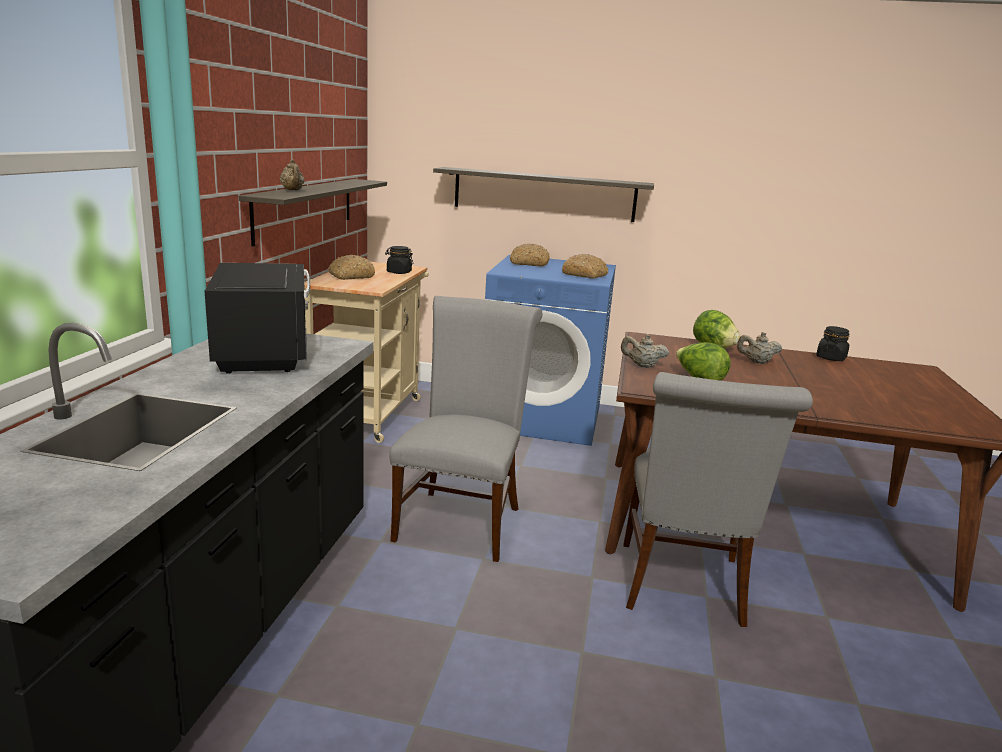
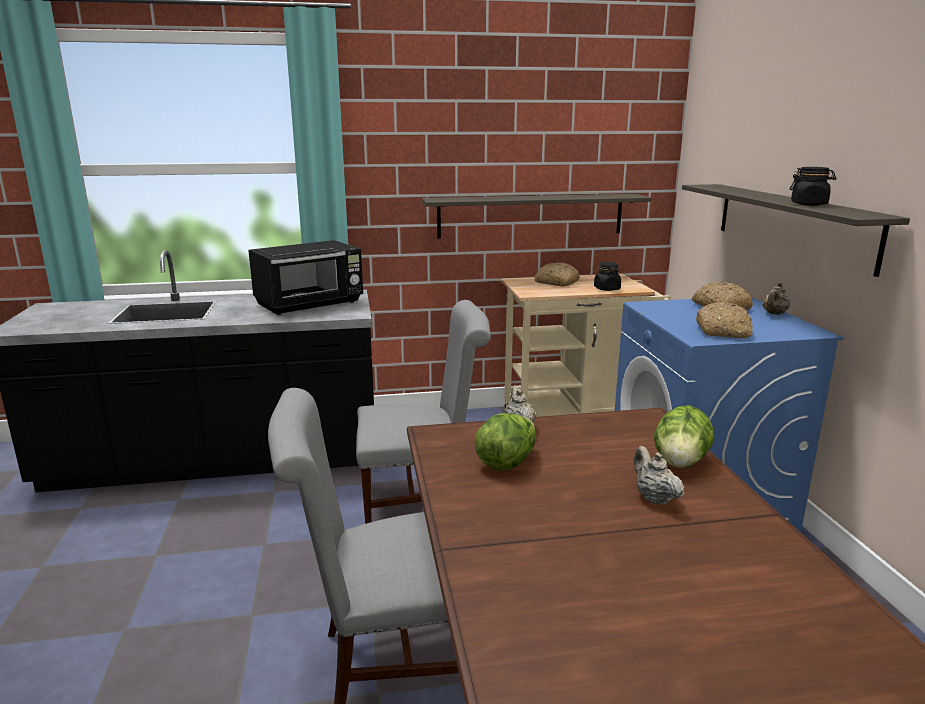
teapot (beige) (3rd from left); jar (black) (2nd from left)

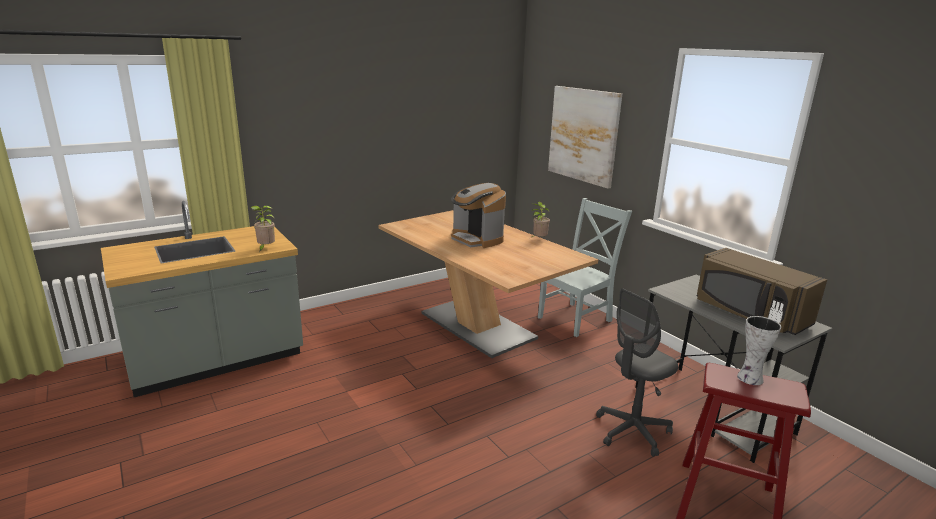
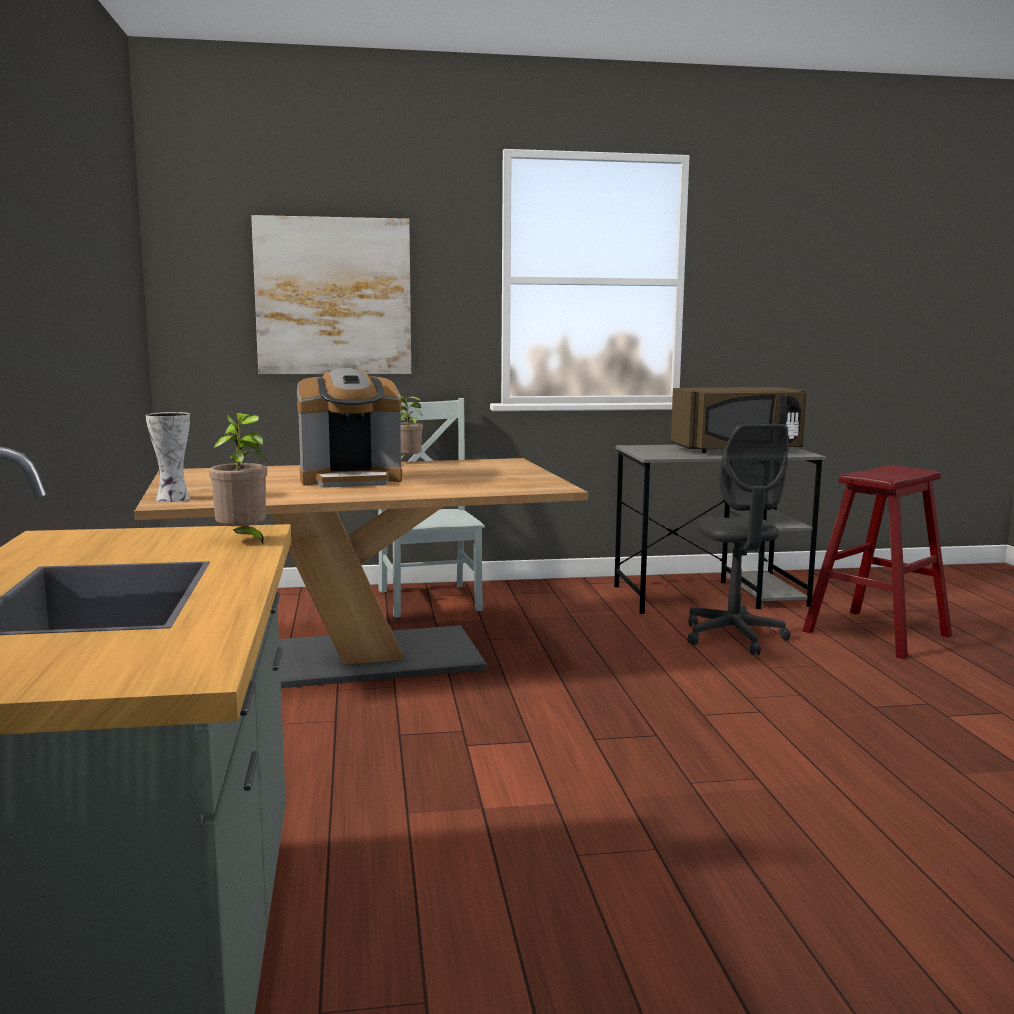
vase

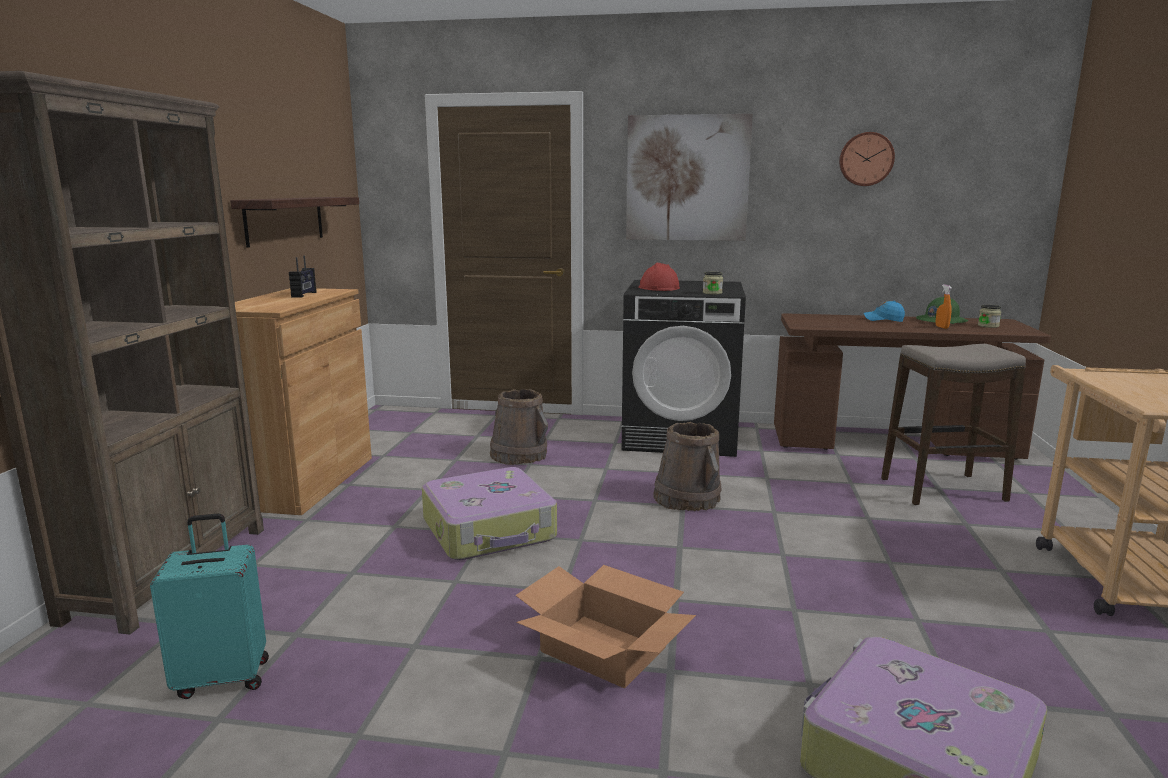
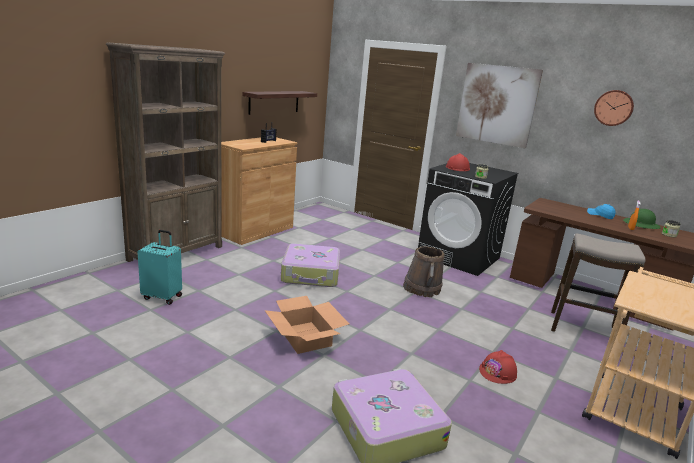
hard hat (red) (2nd from left); bucket (brown) (1st from left in the first image)

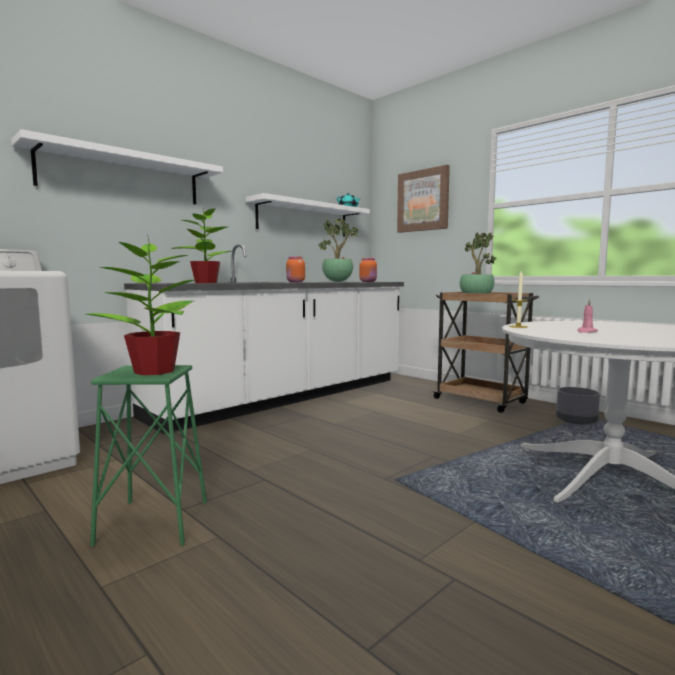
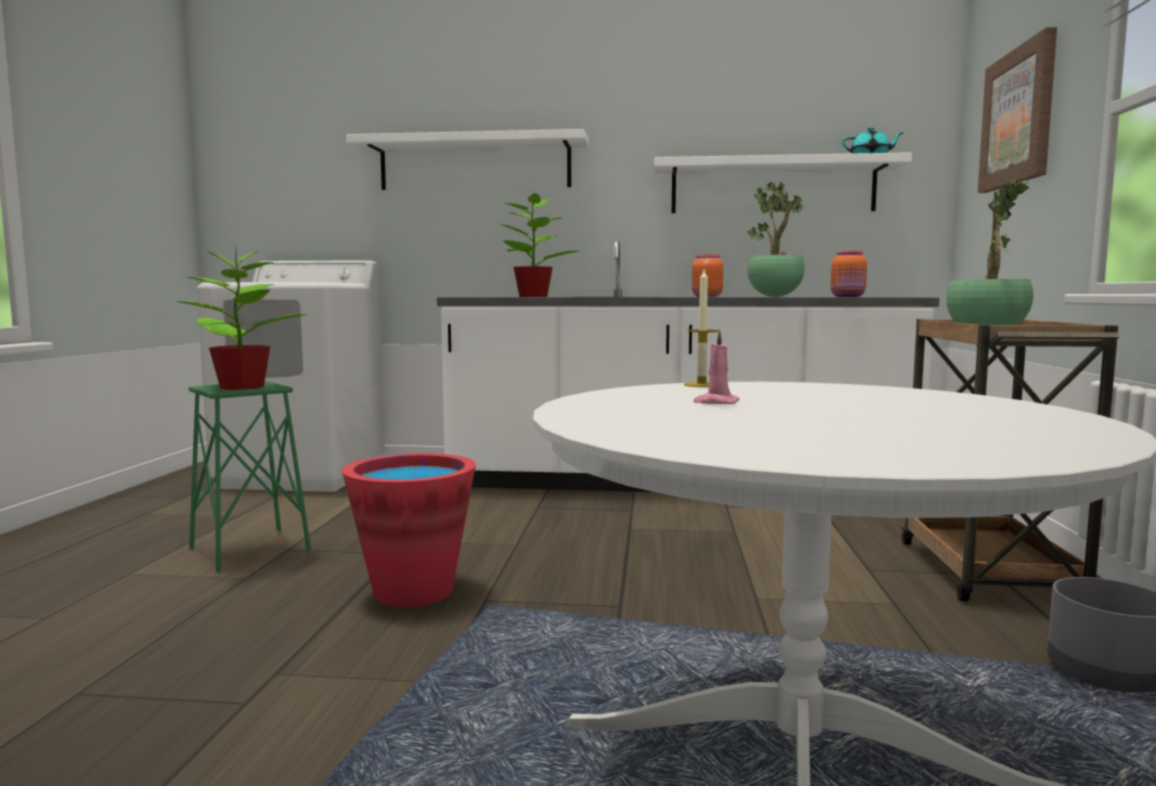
bucket (red)

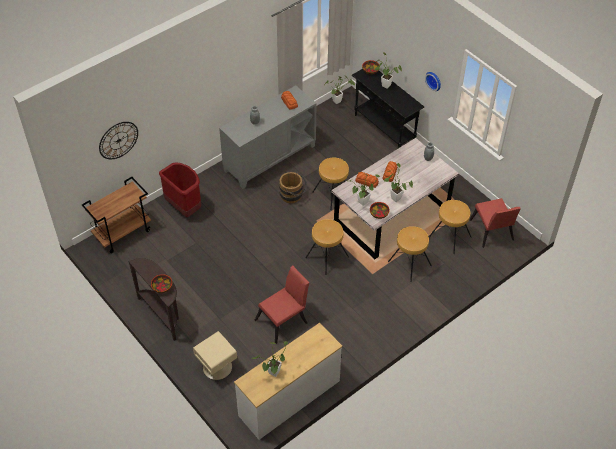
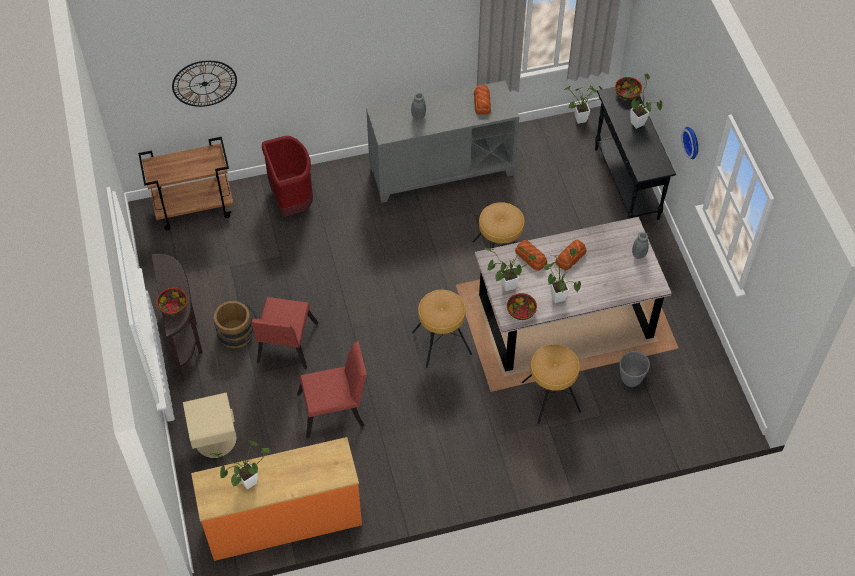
dresser (orange); bucket (brown); chair (red) (1st from left); planter (grey)

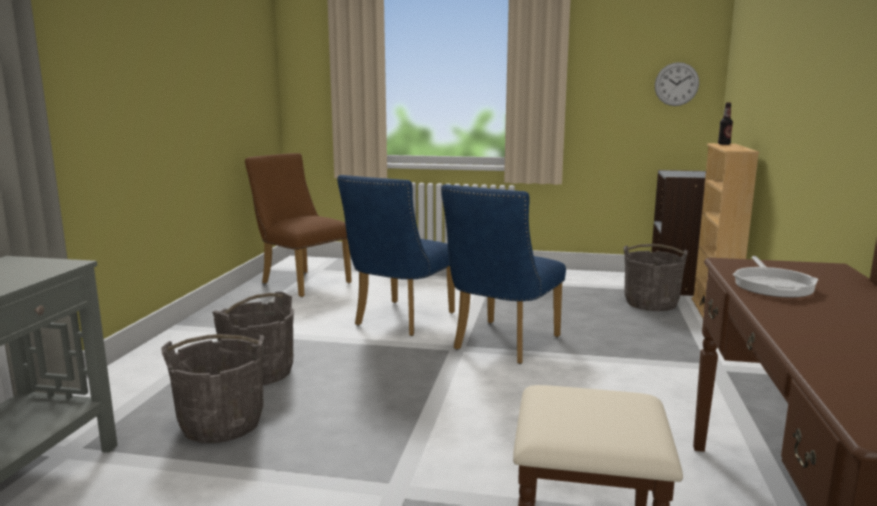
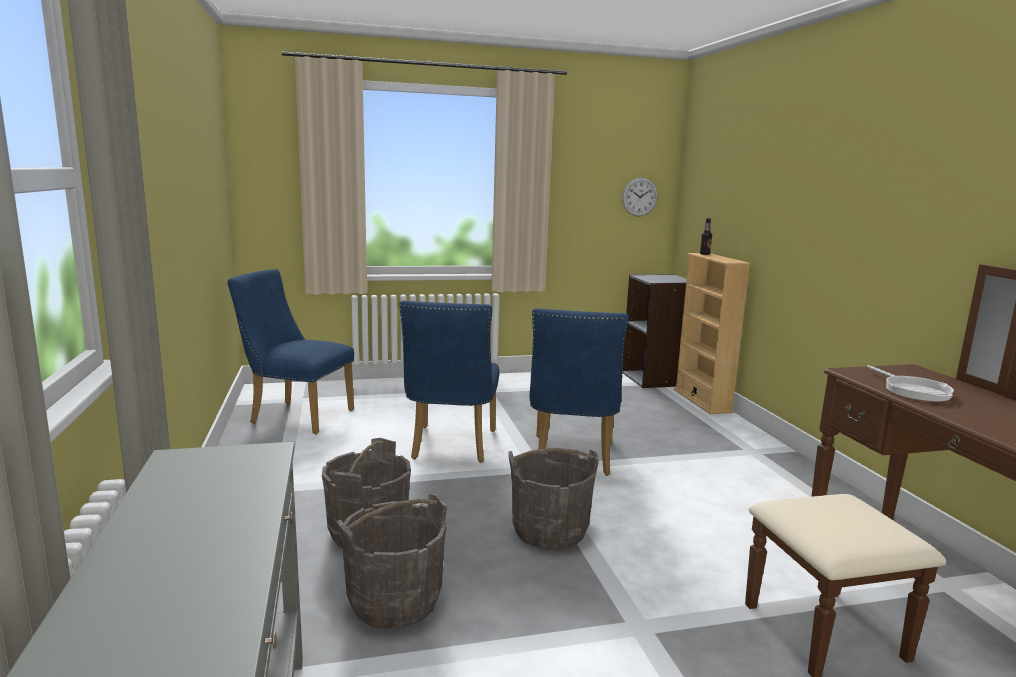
chair (blue) (1st from left); bucket (grey) (3rd from left)

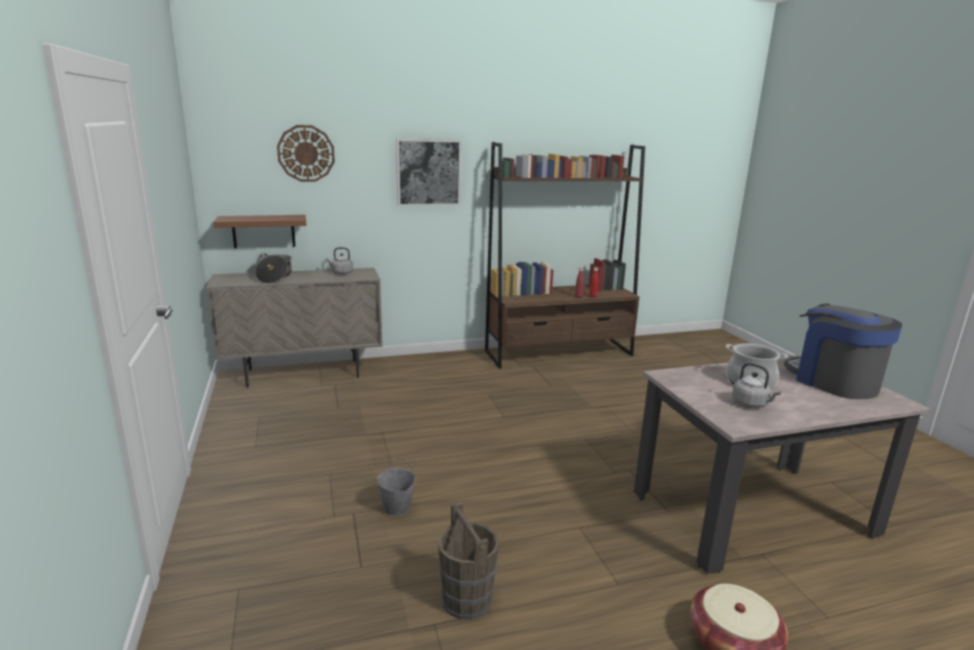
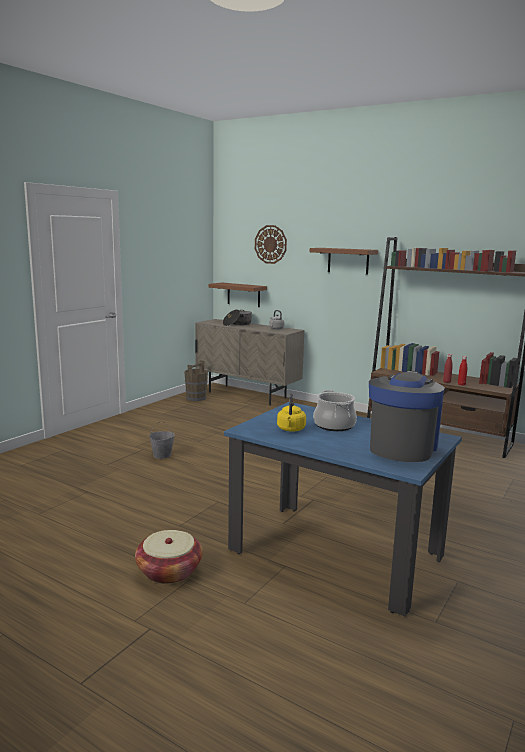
bucket (brown); dining table (blue); kettle (yellow); shelf (brown) (2nd from left)

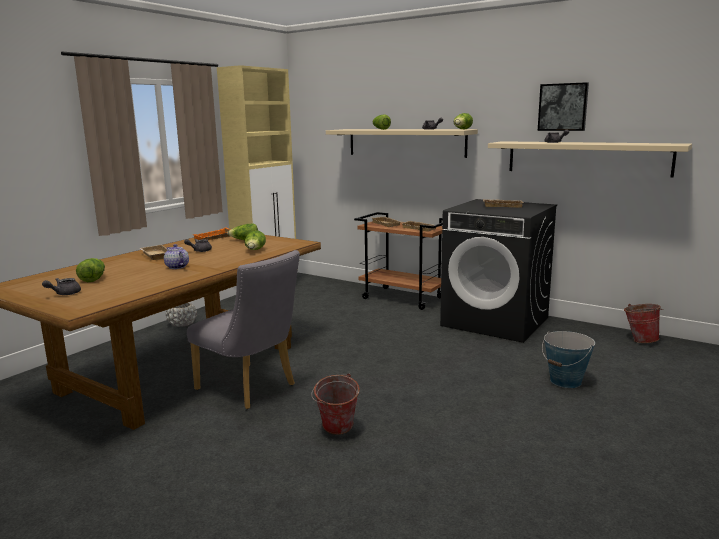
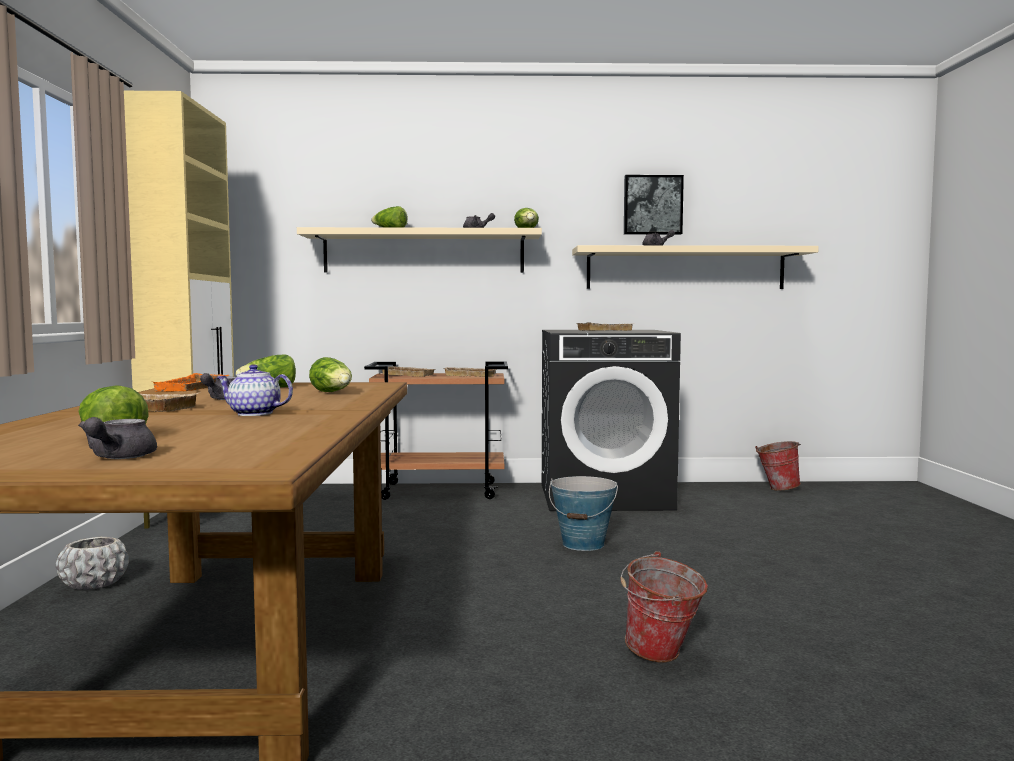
bucket (1st from left); chair (grey)

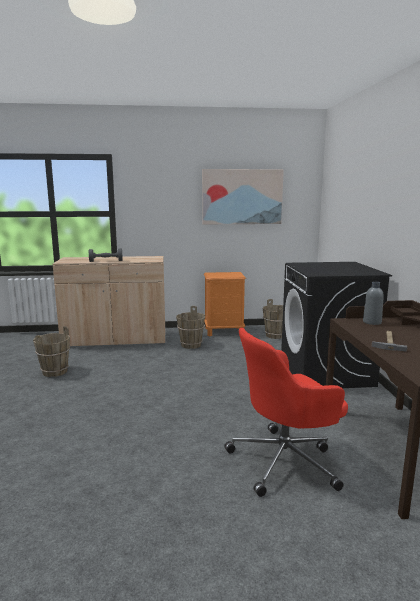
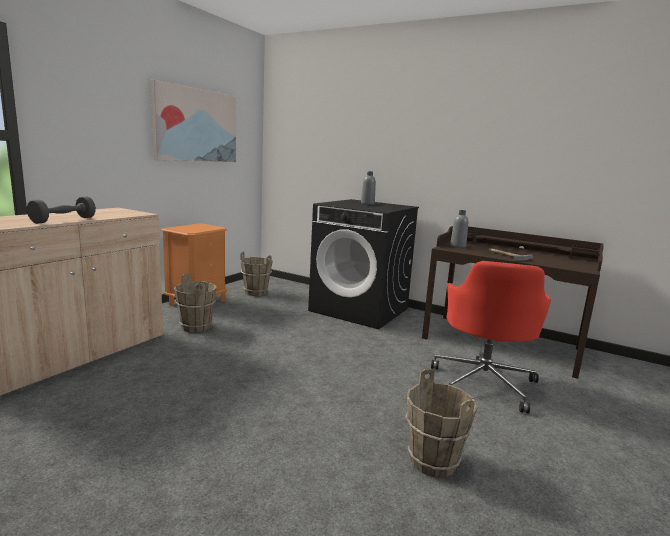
bottle (grey) (1st from left); bucket (brown) (3rd from left)

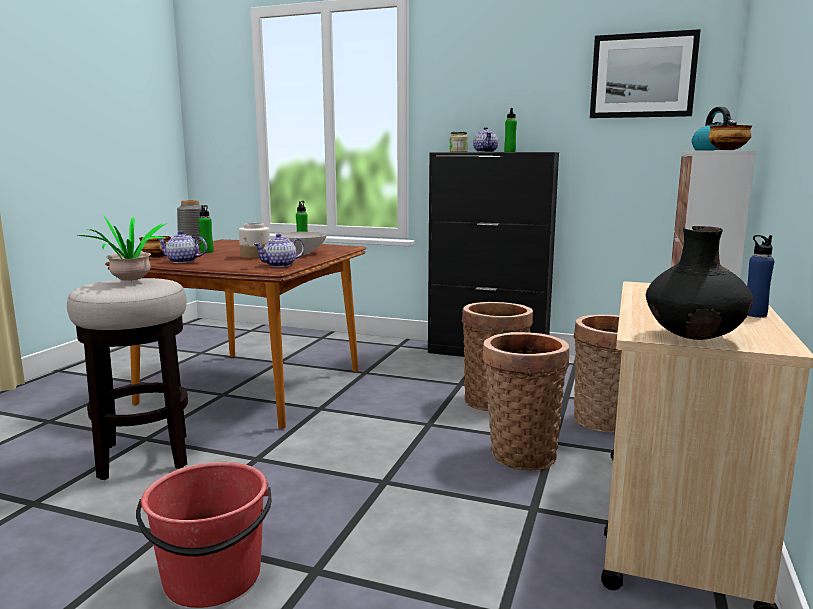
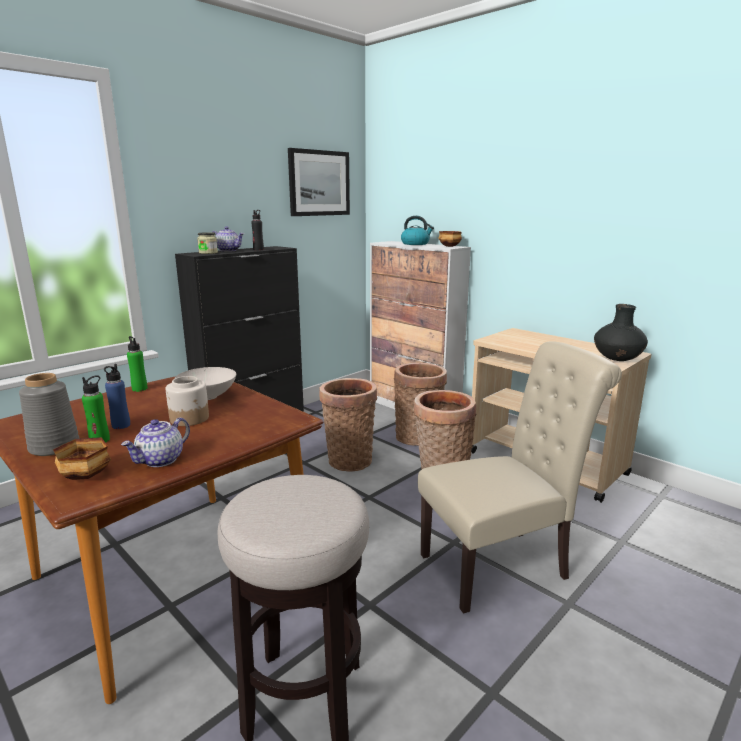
bottle (blue); bottle (black); chair (beige); potted plant; bucket (red); teapot (2nd from left in the first image)

